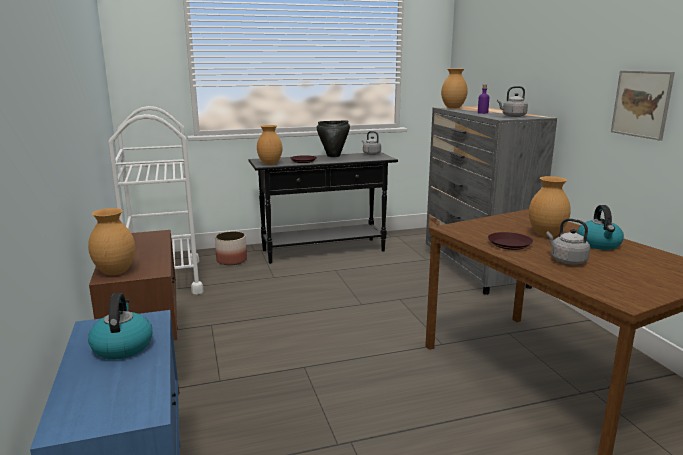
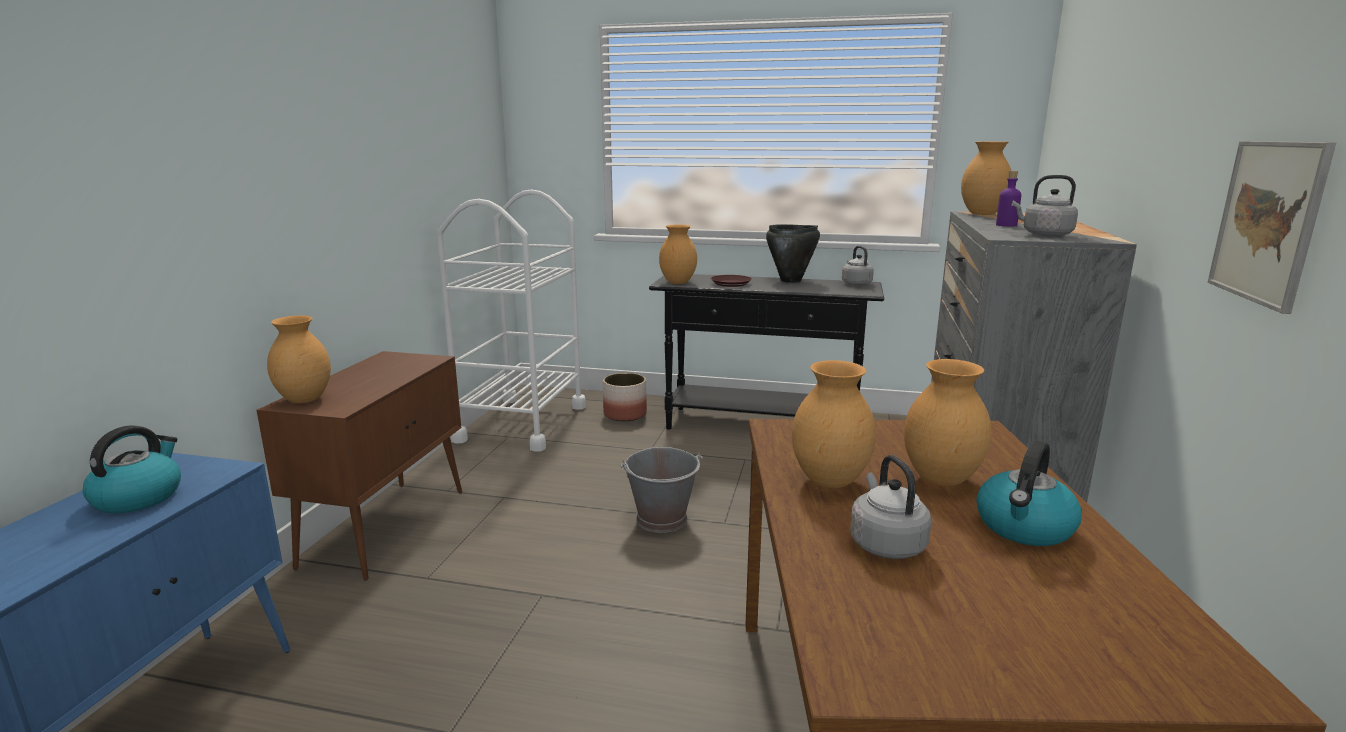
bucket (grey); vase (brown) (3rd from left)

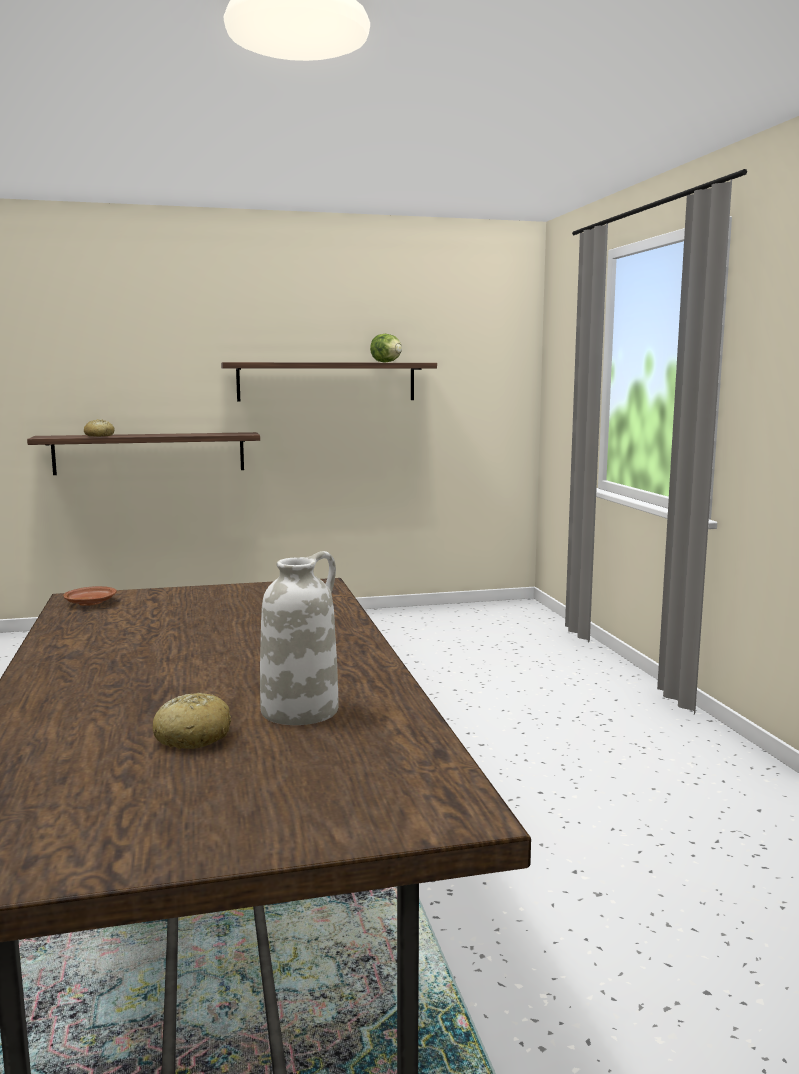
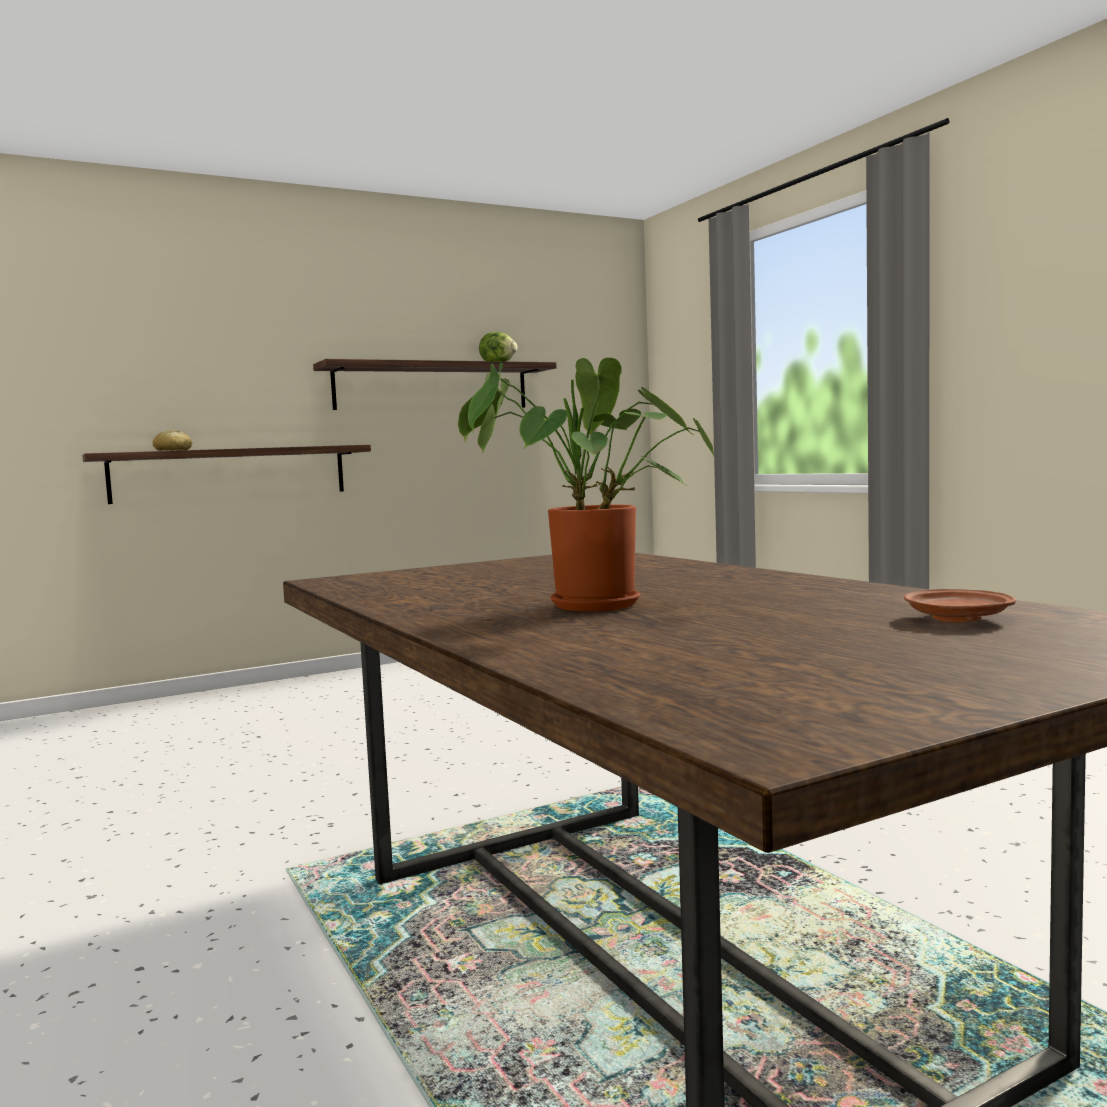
potted plant; plate (brown); bread (2nd from left in the first image); vase (white)

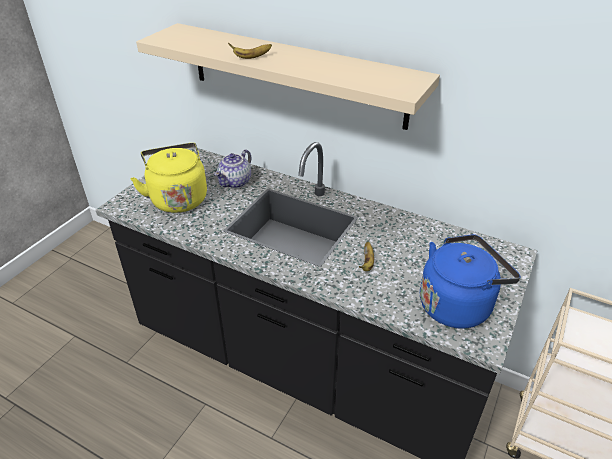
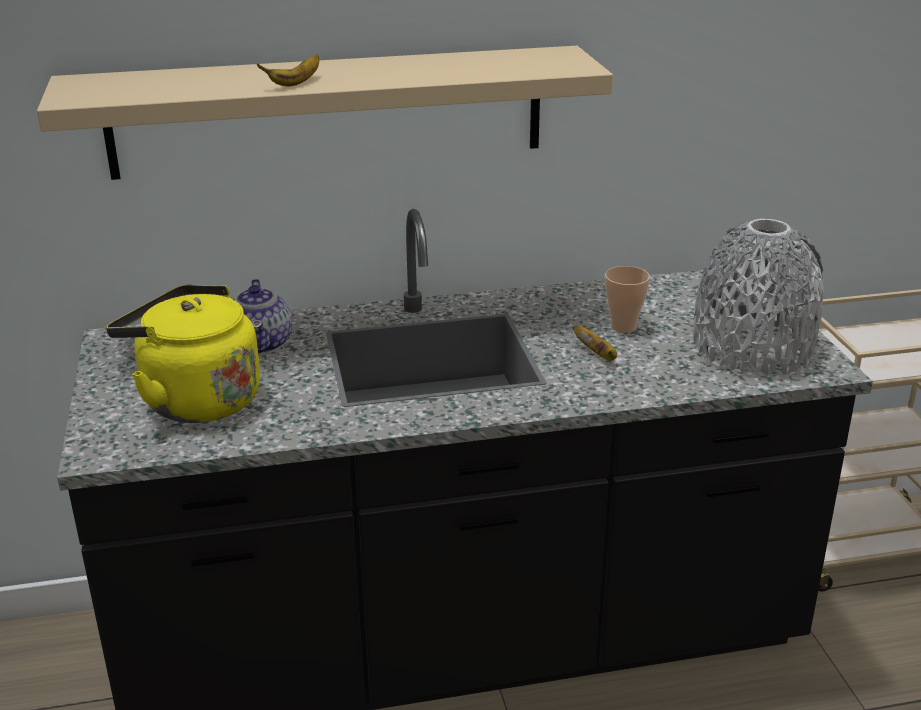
cup; vase (grey)

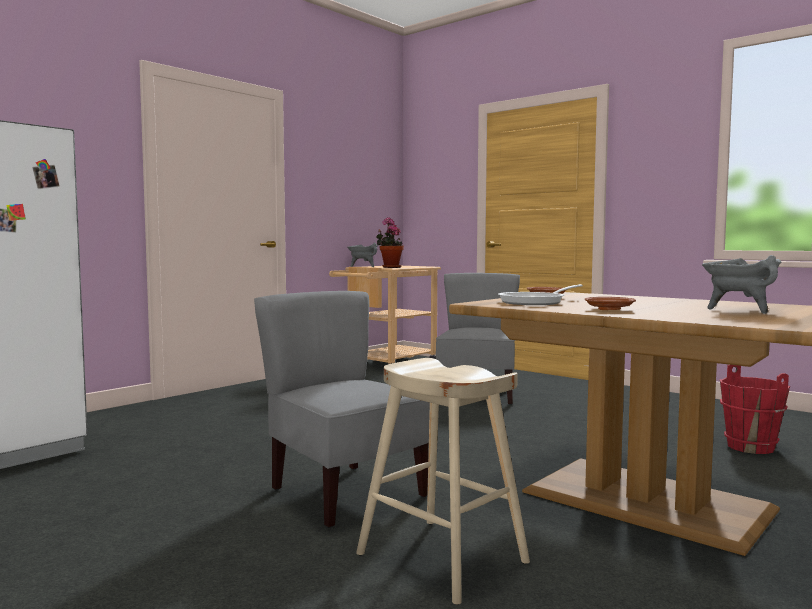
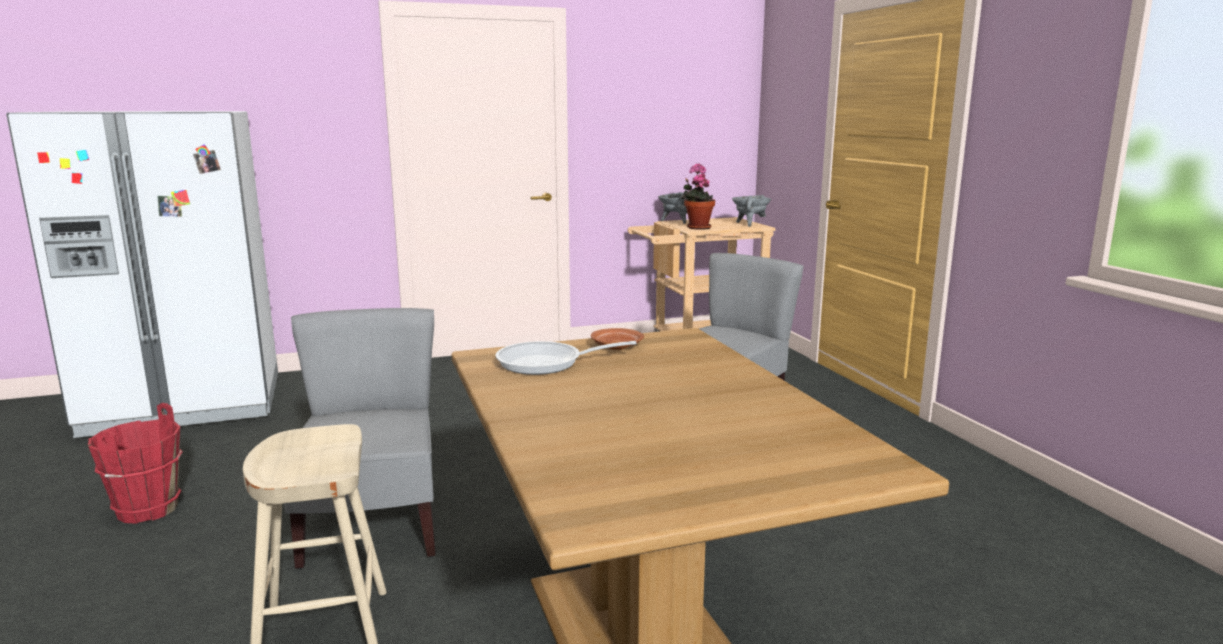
bucket (red); cooking pot (grey) (2nd from left); plate (brown) (2nd from left in the first image)

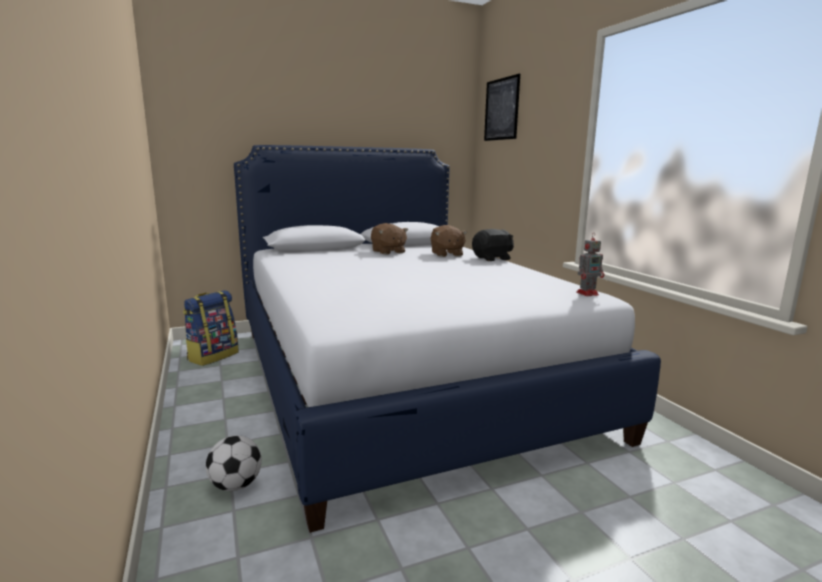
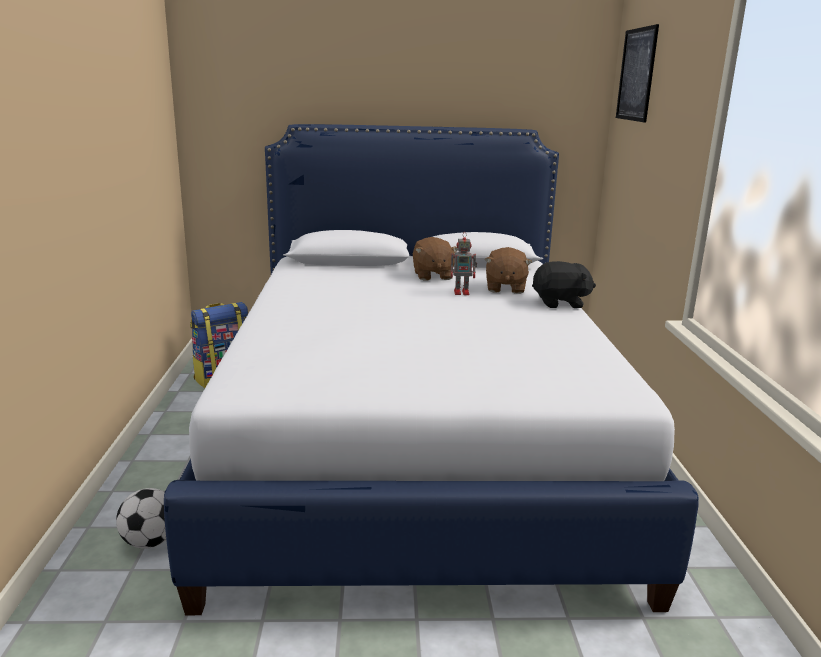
toy robot

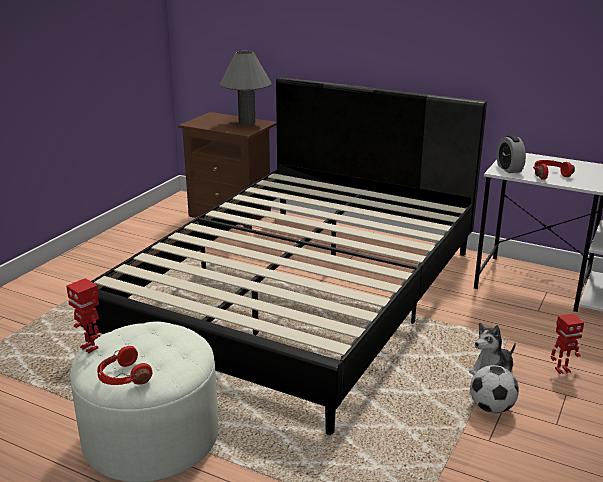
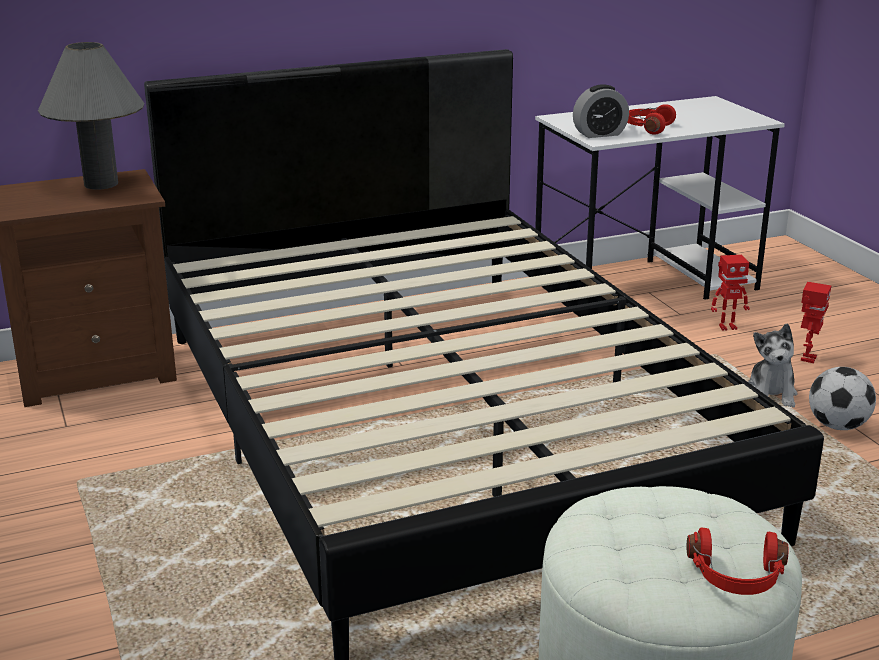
alarm clock; toy robot (1st from left)

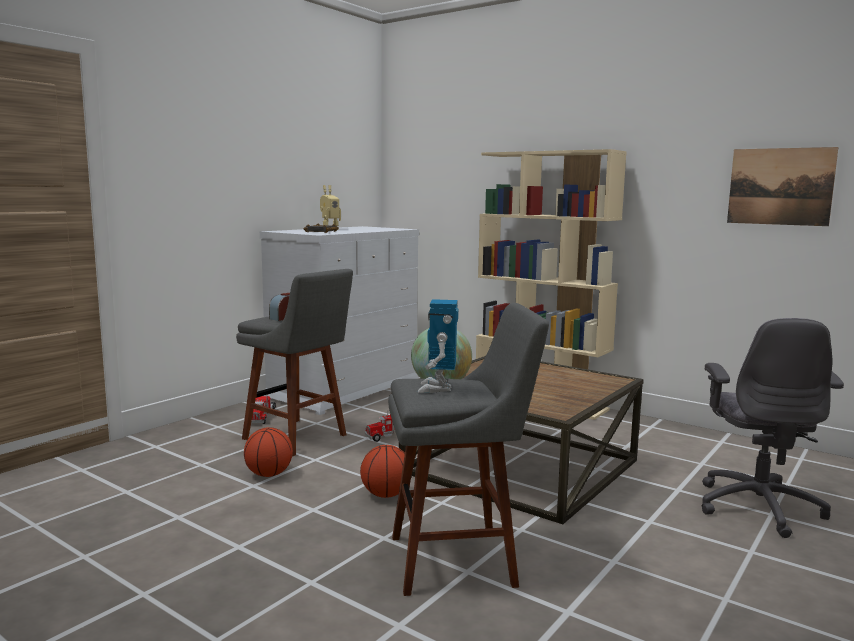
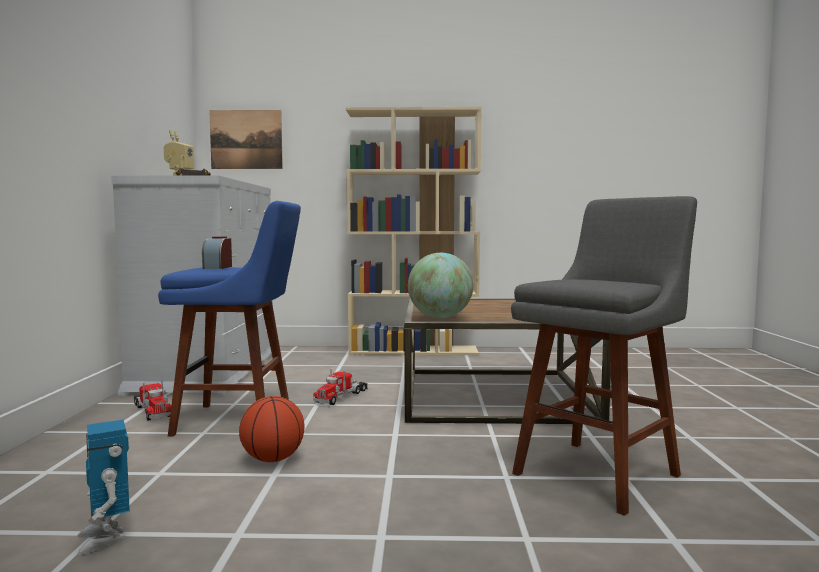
toy robot (1st from left); stool (blue); picture; basketball (2nd from left in the first image); office chair (grey)

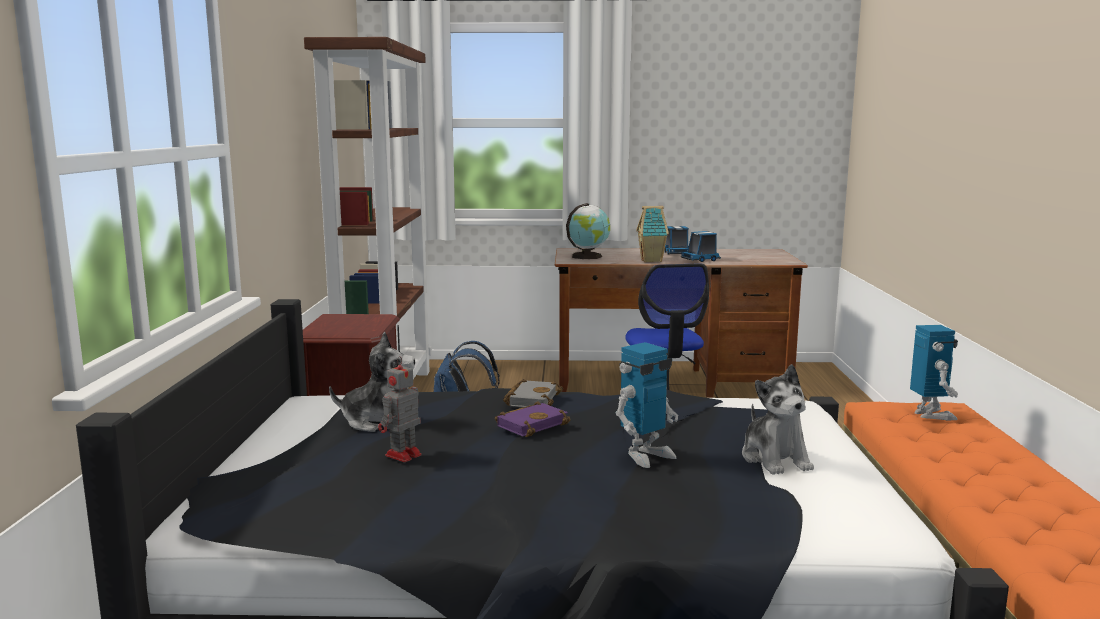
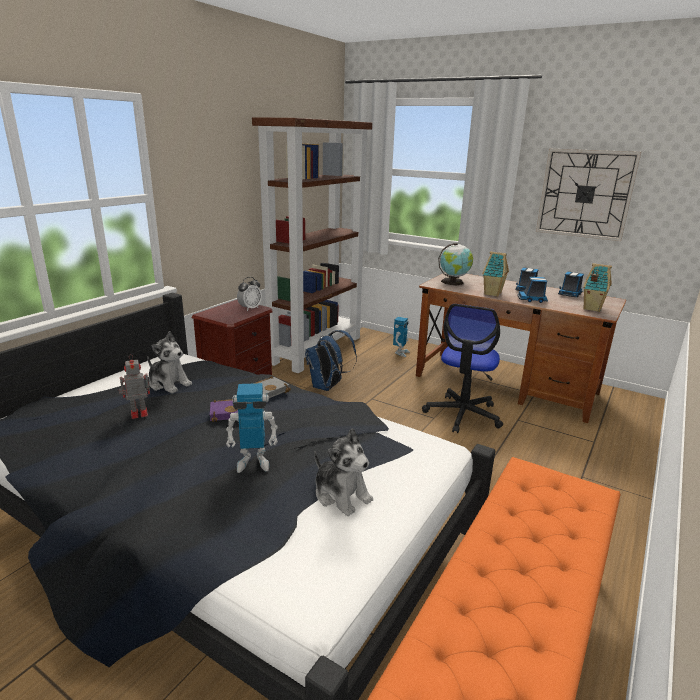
alarm clock; plush toy (2nd from left); toy robot (3rd from left); wall clock; toy truck (3rd from left); toy house (2nd from left)

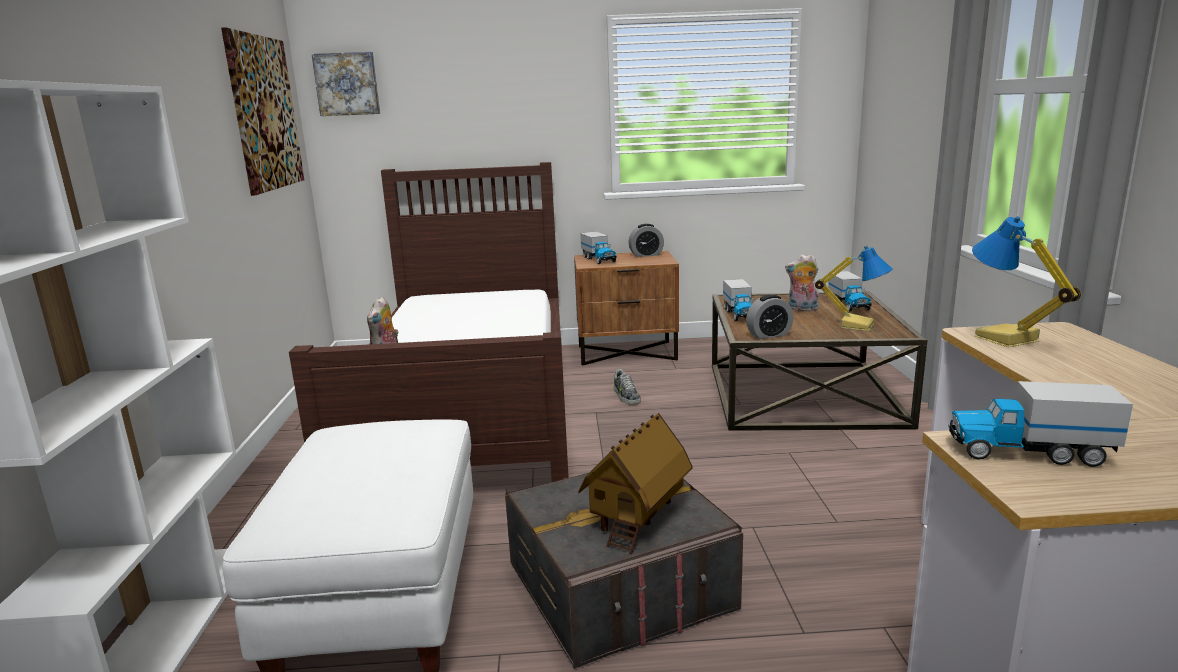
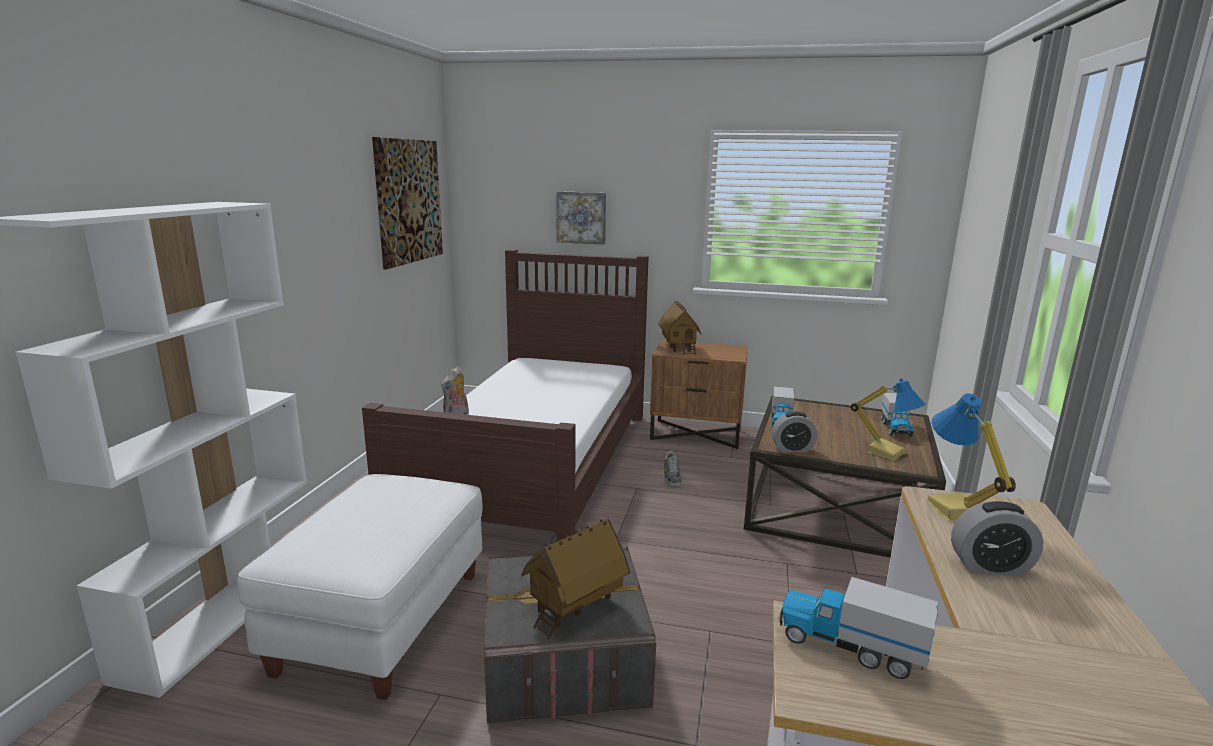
picture (2nd from left); toy house (2nd from left); alarm clock (2nd from left); plush toy (2nd from left in the first image)

